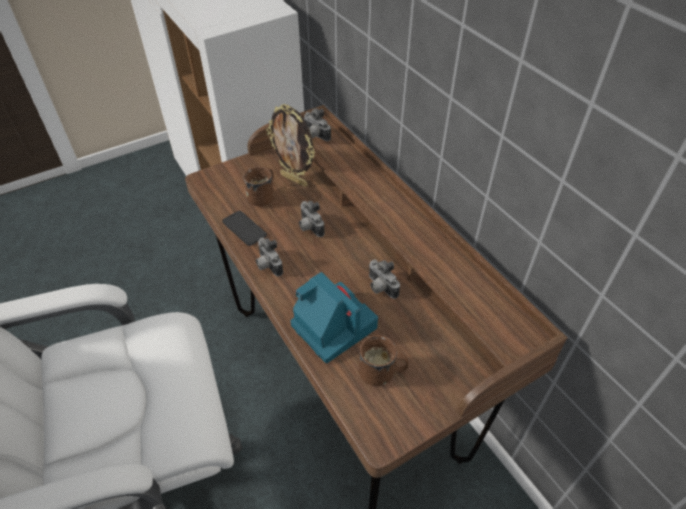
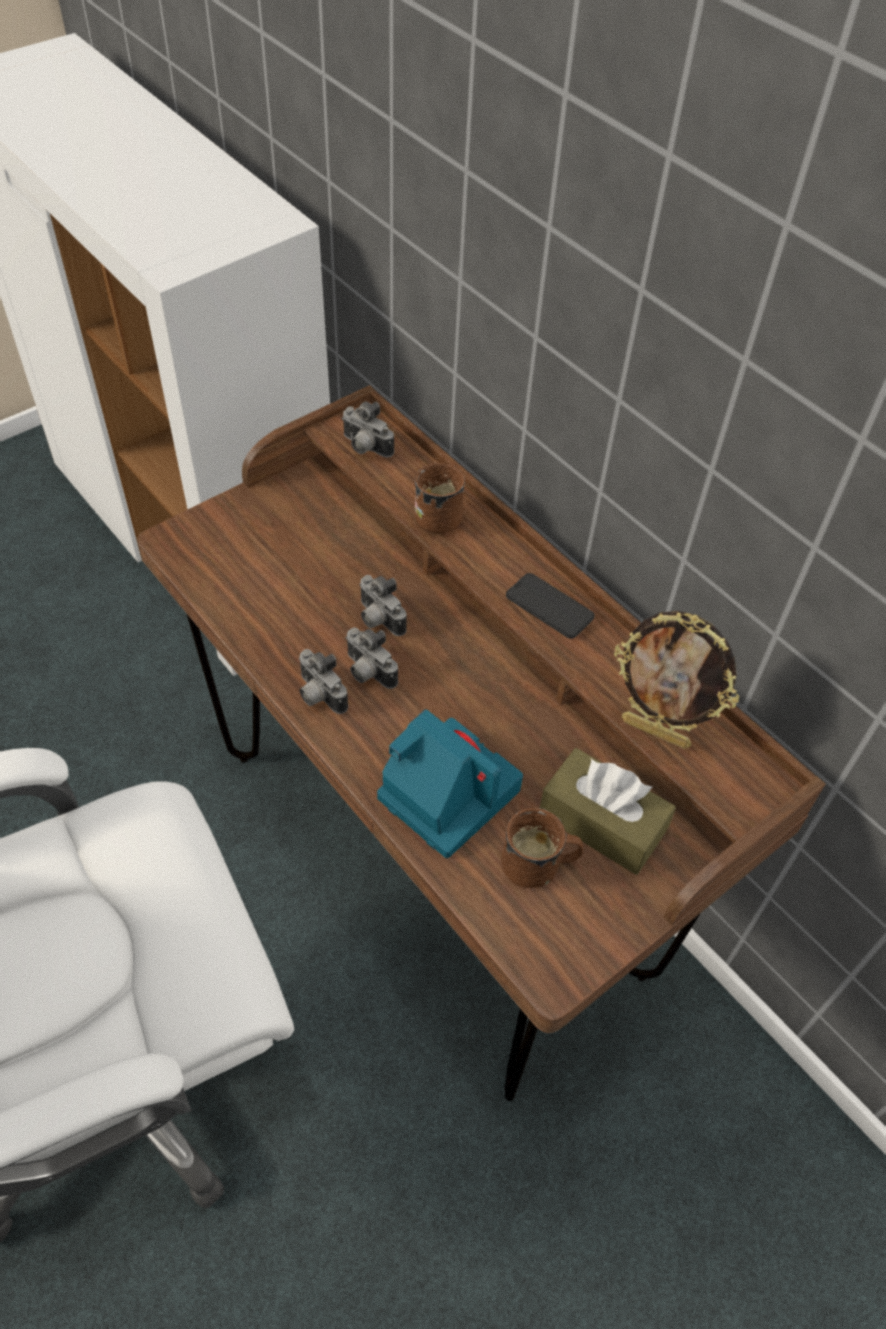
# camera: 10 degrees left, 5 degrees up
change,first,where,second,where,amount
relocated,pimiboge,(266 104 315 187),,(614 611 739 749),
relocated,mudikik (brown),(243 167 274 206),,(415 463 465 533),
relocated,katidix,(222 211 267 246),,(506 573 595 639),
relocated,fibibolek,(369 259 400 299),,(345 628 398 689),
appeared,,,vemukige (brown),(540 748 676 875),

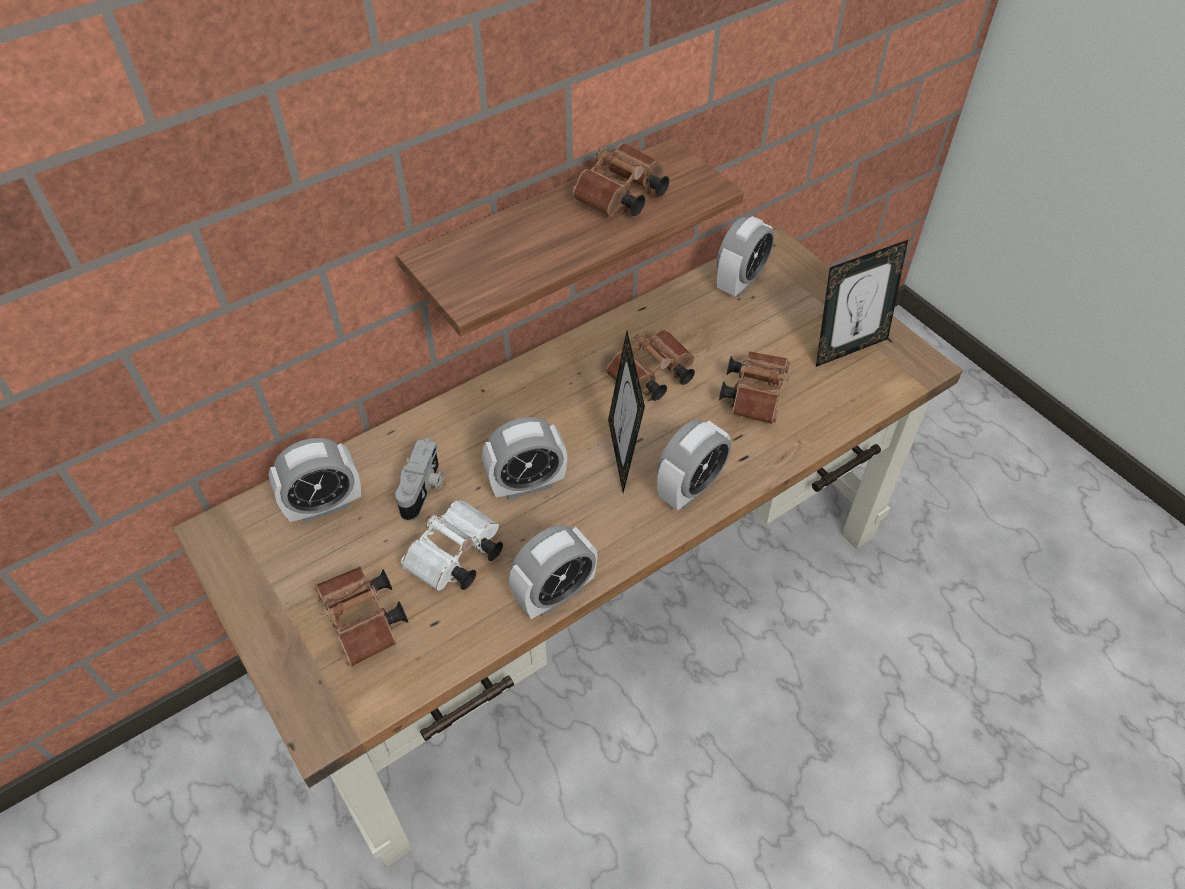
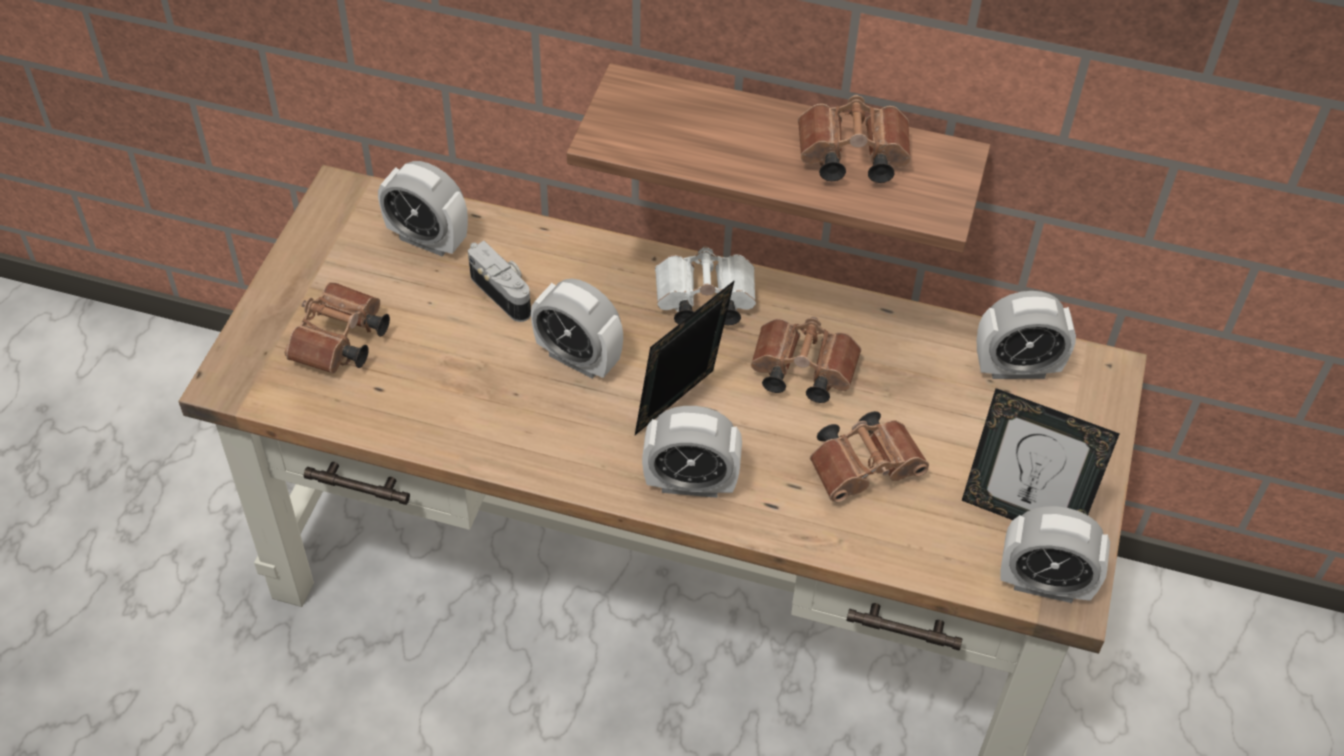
# camera: 50 degrees right, 0 degrees up
change,first,where,second,where,amount
spun,fibibolek,(395 437 444 521),,(468 241 531 322),105 degrees counterclockwise
relocated,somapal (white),(401 501 503 591),,(655 246 756 325),
relocated,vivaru,(509 525 597 619),,(1000 506 1110 603),

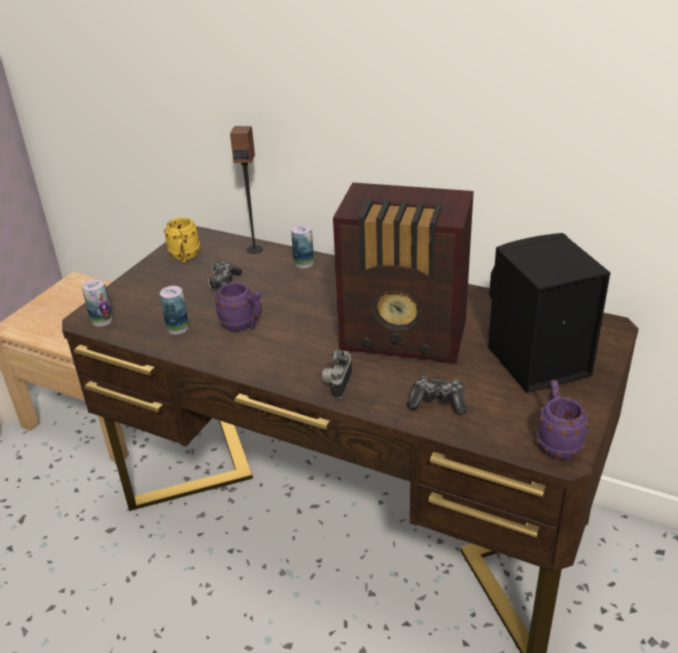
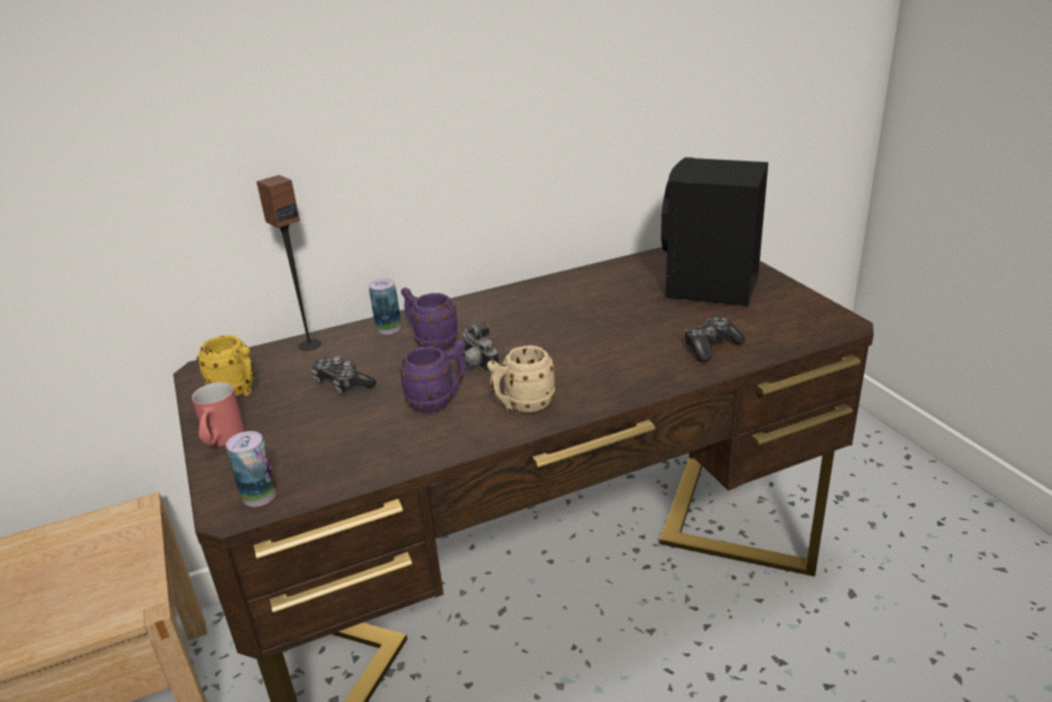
# camera: 50 degrees left, 5 degrees down
change,first,where,second,where,amount
missing,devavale,(333 182 474 364),,,
missing,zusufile,(160 286 189 334),,,
relocated,fibibolek,(322 350 352 399),,(463 322 499 374),
relocated,mudikik (purple),(537 380 589 459),,(401 288 458 350),
appeared,,,mudikik (beige),(487 345 555 413),
appeared,,,mudikik (red),(192 382 245 446),

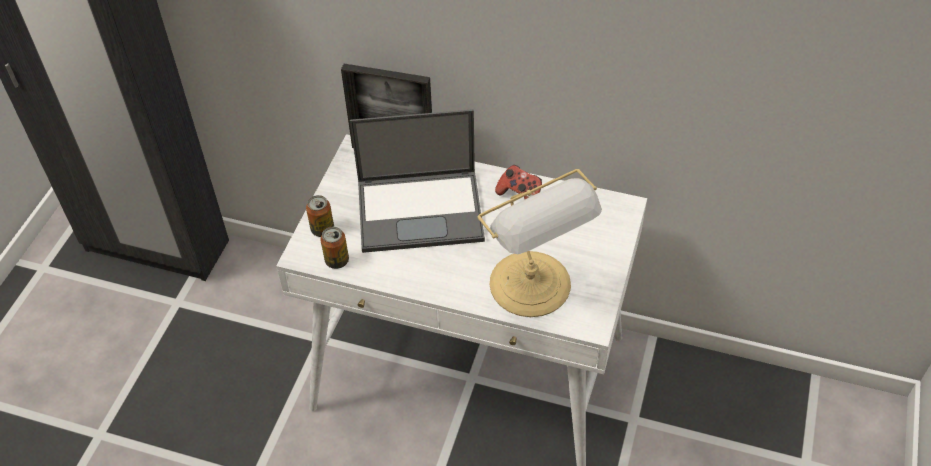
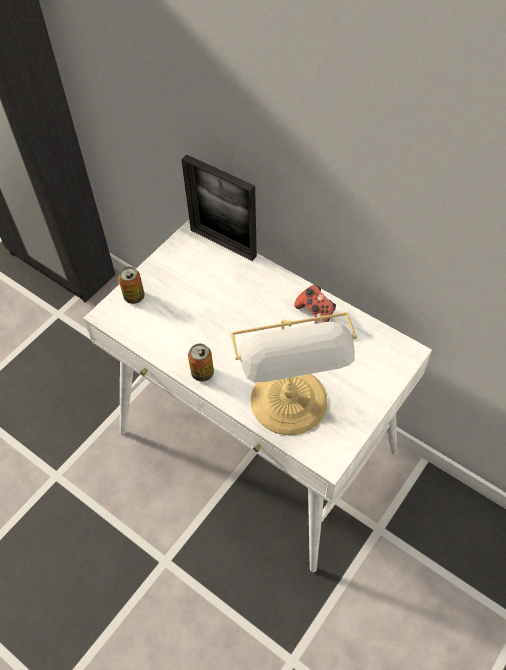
# camera: 20 degrees right, 5 degrees up
change,first,where,second,where,amount
missing,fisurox,(350 109 485 253),,,
relocated,zusufile,(320 227 349 269),,(188 344 214 381),

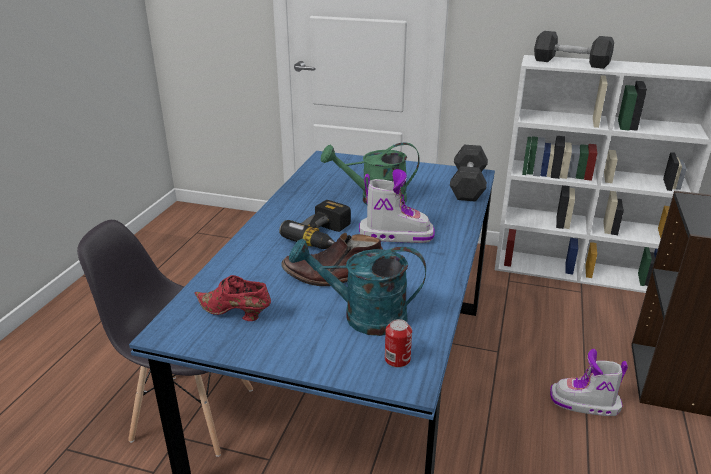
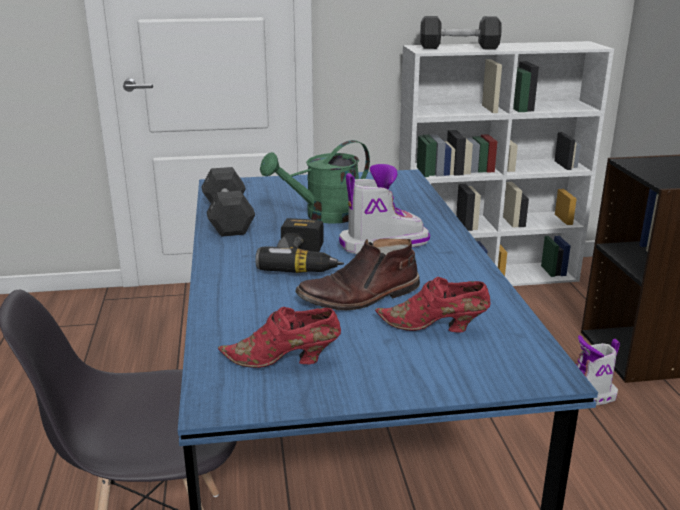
# camera: 25 degrees left, 5 degrees down
change,first,where,second,where,amount
relocated,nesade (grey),(450 145 488 202),,(202 167 255 237),
exchanged,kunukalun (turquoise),(289 238 426 336),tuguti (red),(375 277 491 333),
missing,zusufile,(385 319 412 368),,,

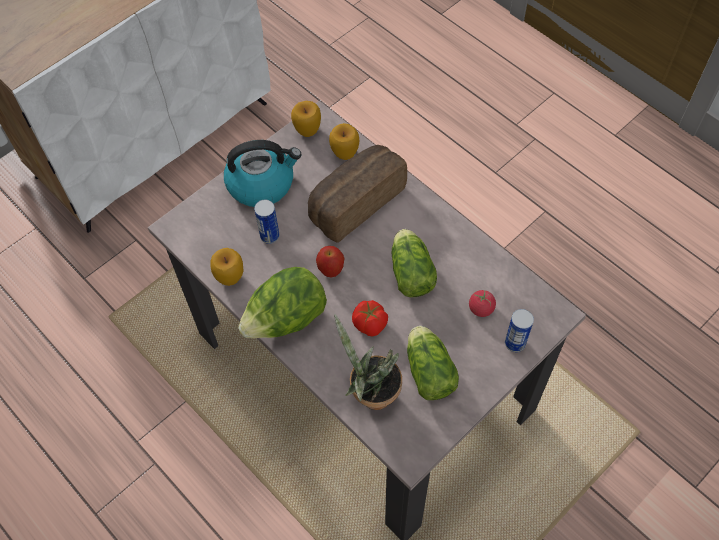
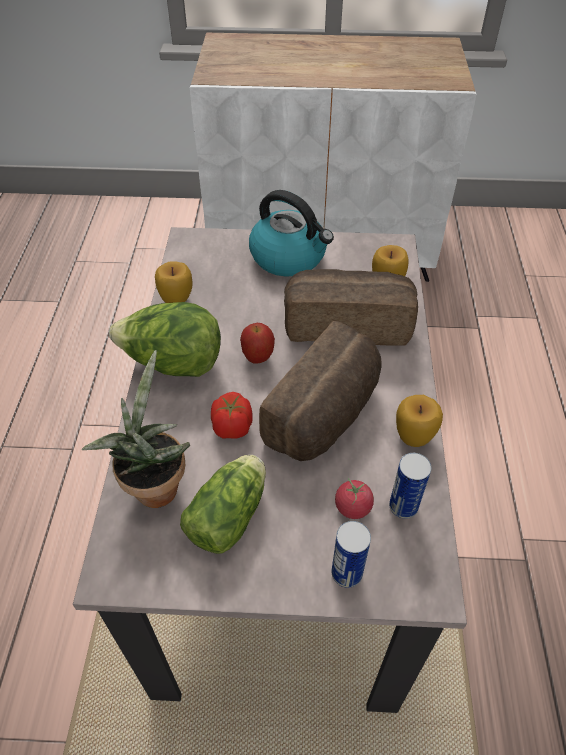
# camera: 45 degrees right, 10 degrees down
change,first,where,second,where,amount
relocated,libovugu,(291 101 321 137),,(396 395 443 447),
relocated,zusufile,(254 199 280 244),,(389 453 431 519),
exchanged,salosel,(392 229 437 297),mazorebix,(259 321 382 461),

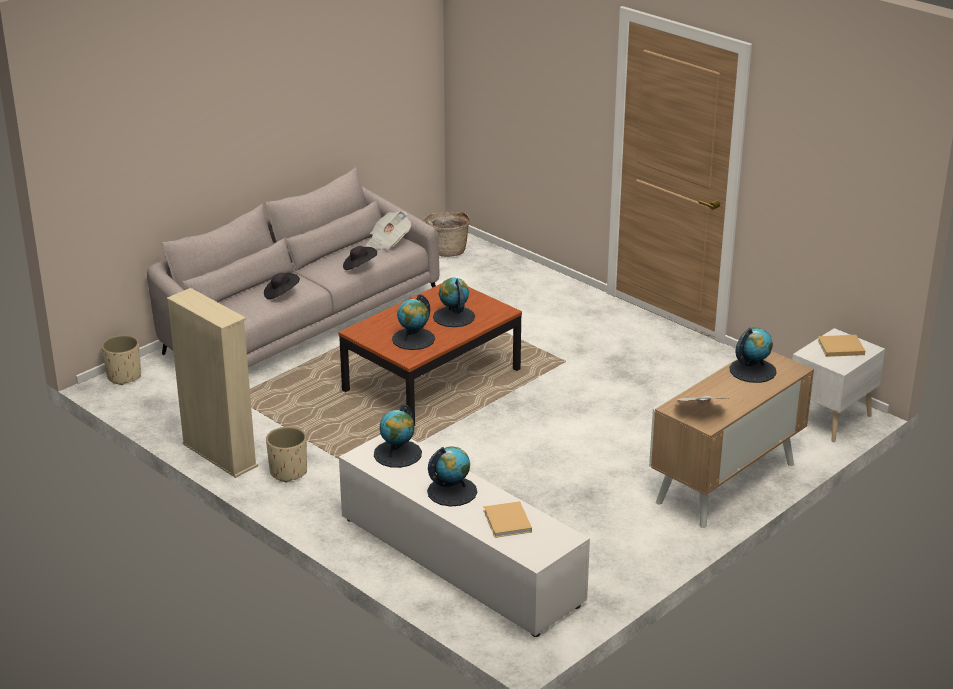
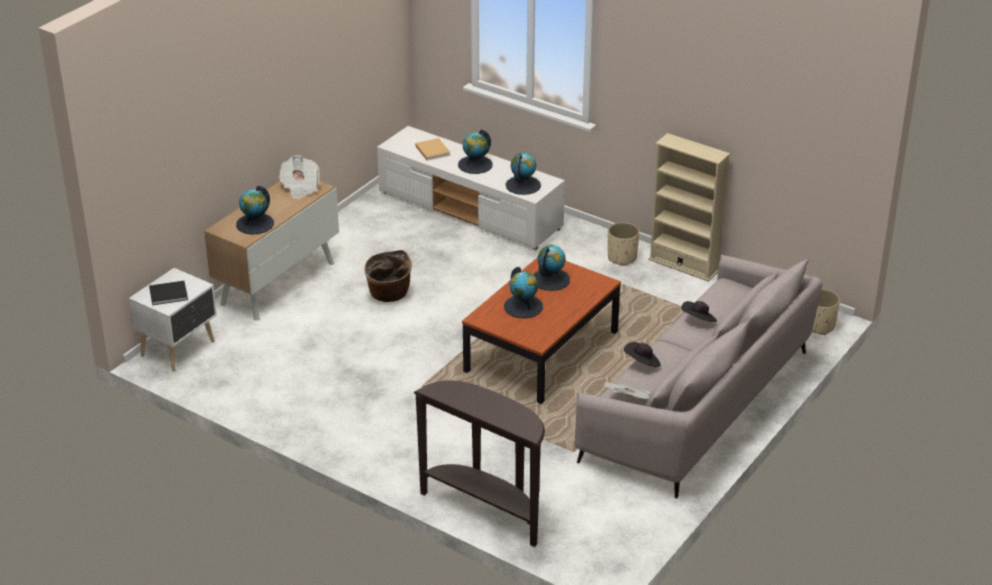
# camera: 170 degrees right, 5 degrees up
change,first,where,second,where,amount
relocated,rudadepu,(423 212 470 257),,(364 250 412 302),
colour,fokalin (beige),(817 335 865 357),fokalin (black),(149 281 188 305),
appeared,,,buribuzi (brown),(413 380 545 547),

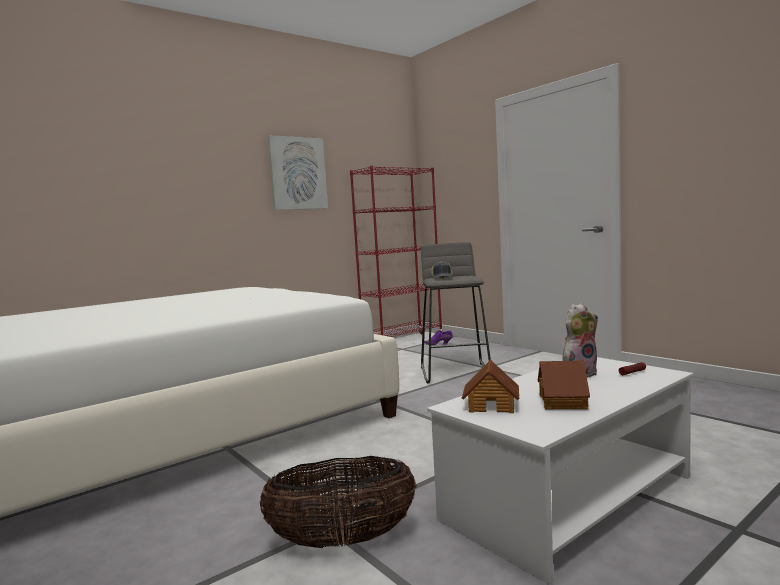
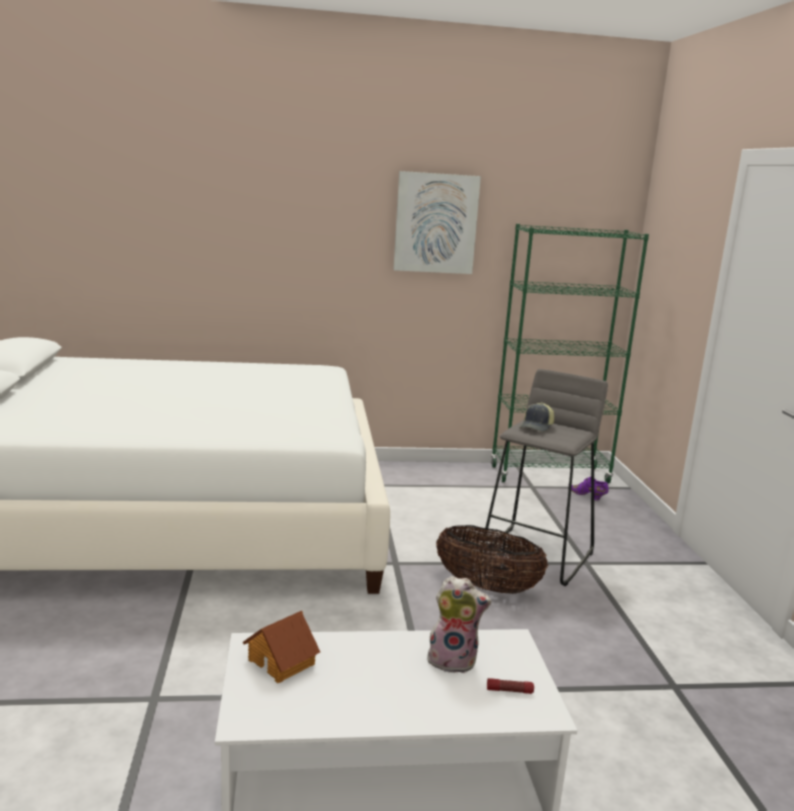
# camera: 30 degrees right, 10 degrees up
change,first,where,second,where,amount
colour,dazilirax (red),(350 166 443 337),dazilirax (green),(490 224 649 484),
missing,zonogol,(538 360 590 410),,,
relocated,rudadepu,(260 456 416 548),,(436 525 548 594),

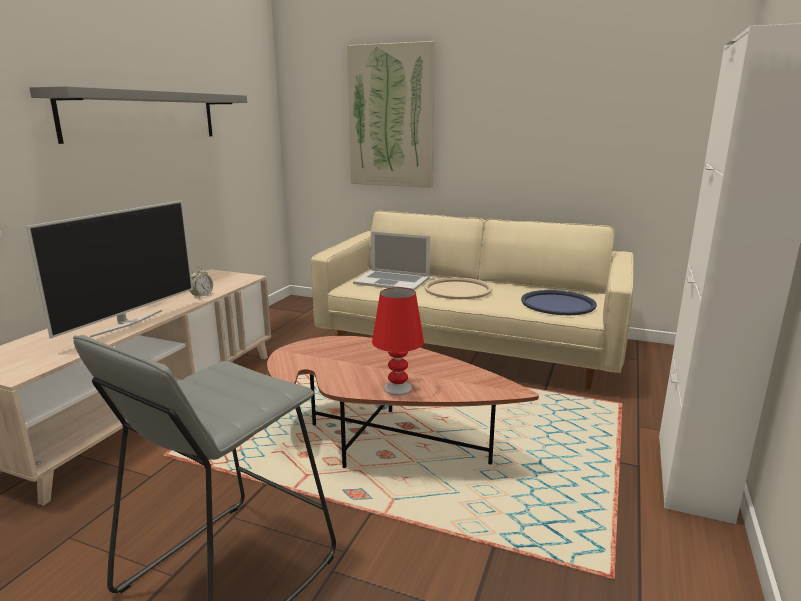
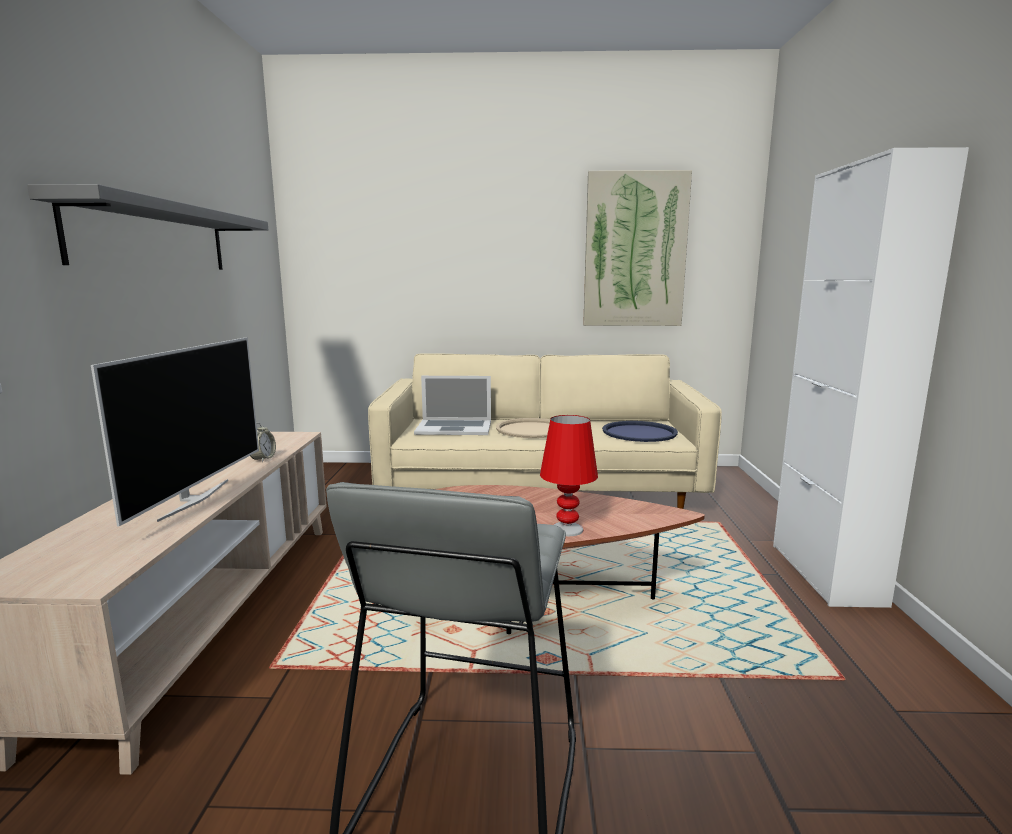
# camera: 20 degrees left, 5 degrees down
change,first,where,second,where,amount
relocated,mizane,(347 41 435 188),,(583 170 692 326),

